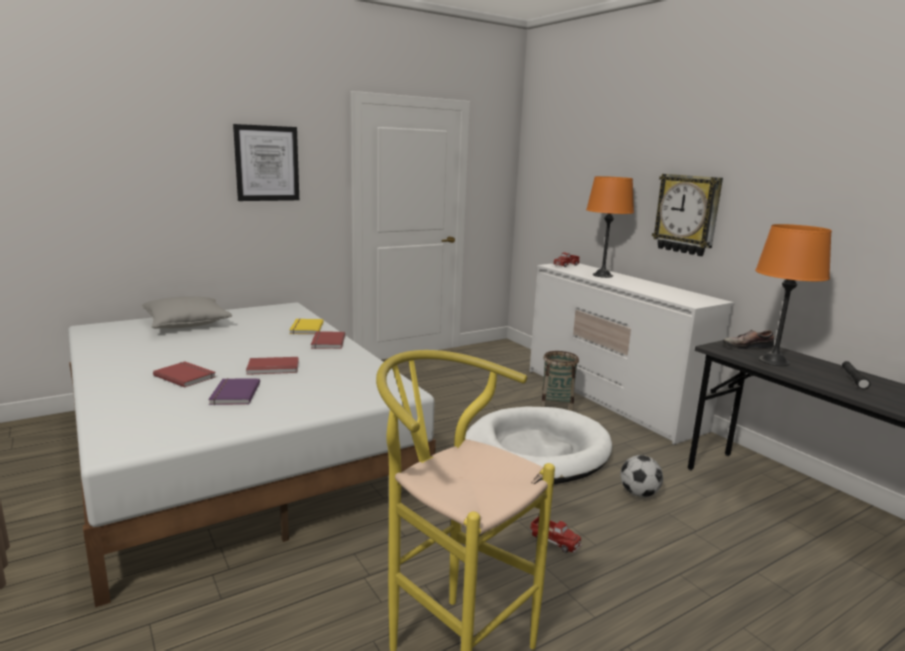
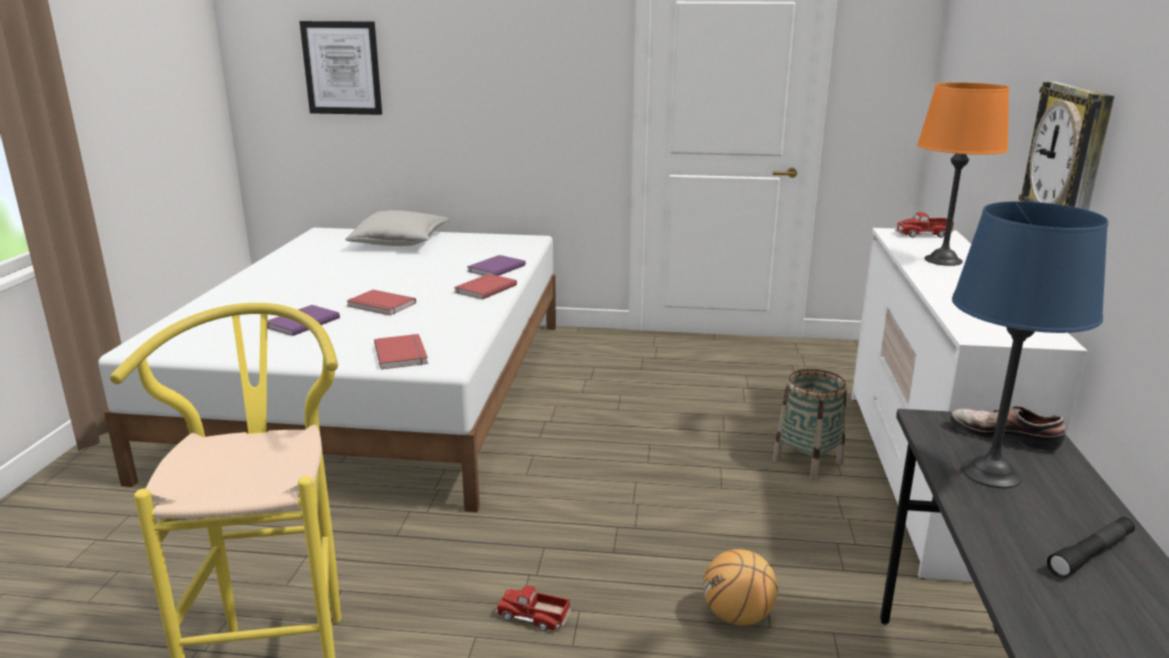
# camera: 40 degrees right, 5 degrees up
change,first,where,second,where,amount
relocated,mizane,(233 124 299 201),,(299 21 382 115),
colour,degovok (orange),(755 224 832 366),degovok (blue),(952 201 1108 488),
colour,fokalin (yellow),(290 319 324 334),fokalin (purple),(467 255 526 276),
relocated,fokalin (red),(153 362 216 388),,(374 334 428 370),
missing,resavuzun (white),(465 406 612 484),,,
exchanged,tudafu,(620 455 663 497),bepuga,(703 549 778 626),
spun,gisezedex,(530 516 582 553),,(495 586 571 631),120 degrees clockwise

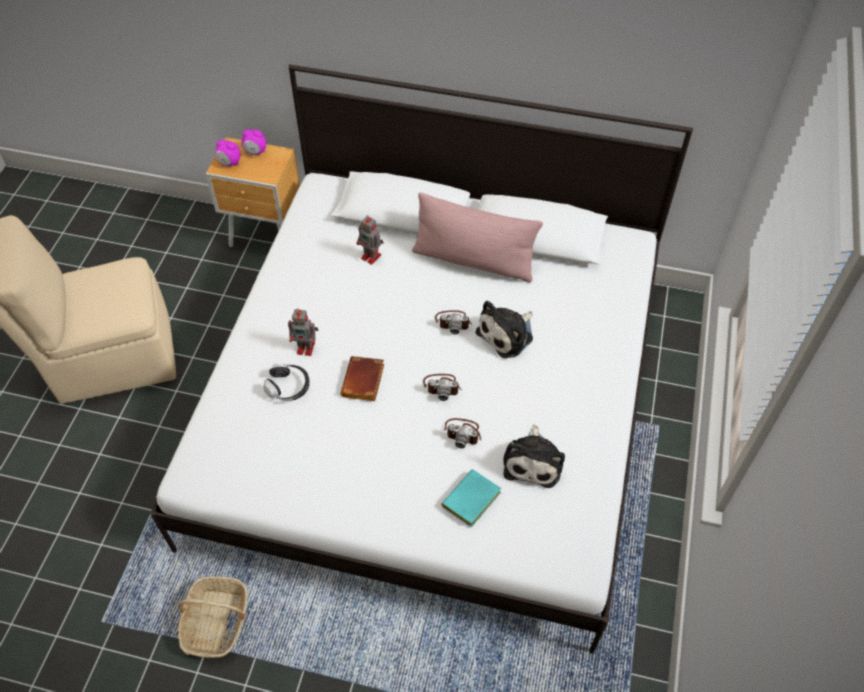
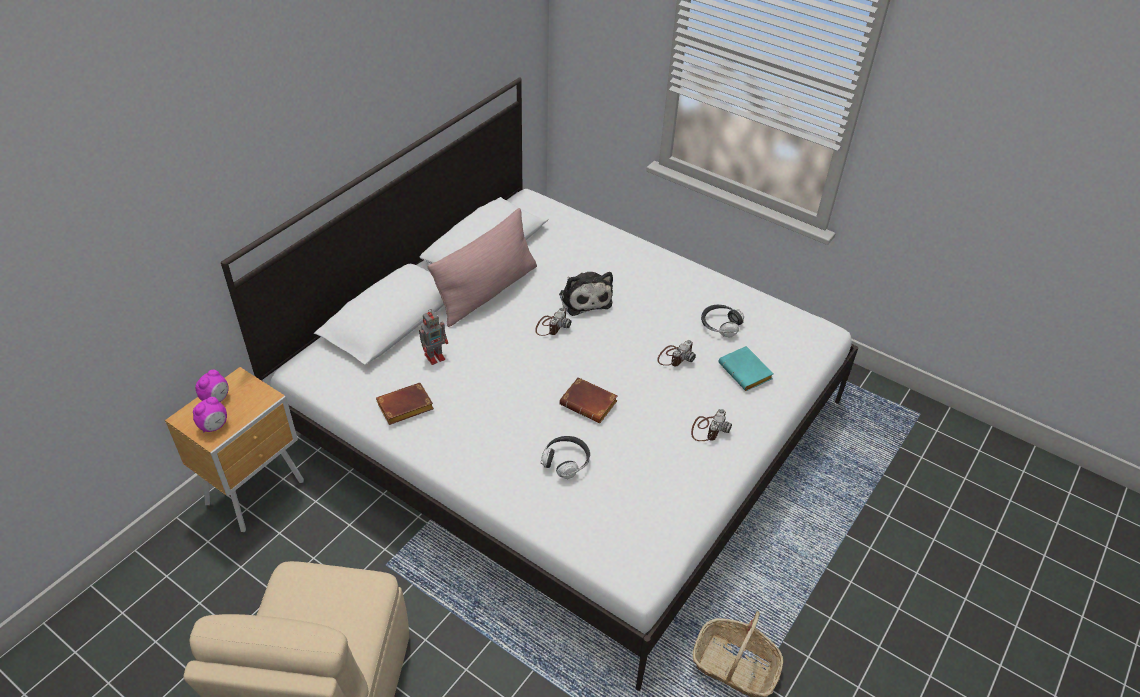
# camera: 70 degrees left, 10 degrees down
change,first,where,second,where,amount
missing,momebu,(288 309 318 356),,,
relocated,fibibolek,(423 374 462 401),,(691 409 732 441),
exchanged,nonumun,(503 424 565 488),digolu,(701 305 744 337),
appeared,,,fokalin (brown),(376 383 434 425),

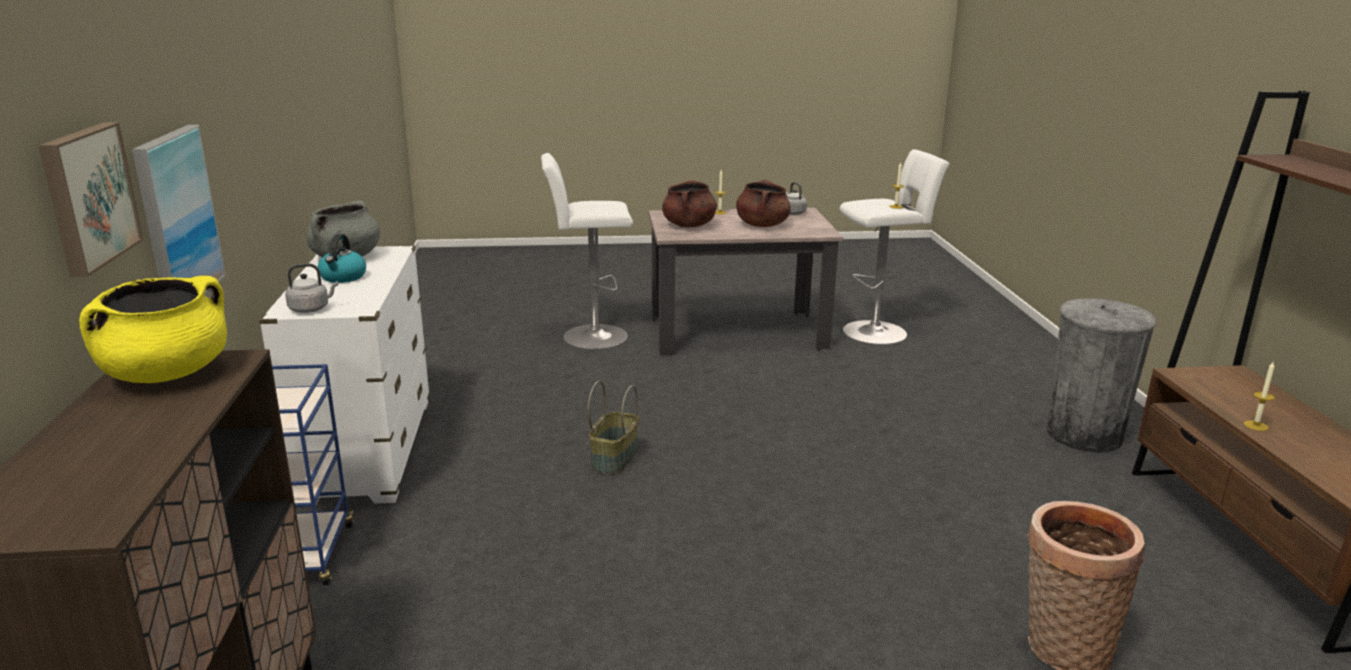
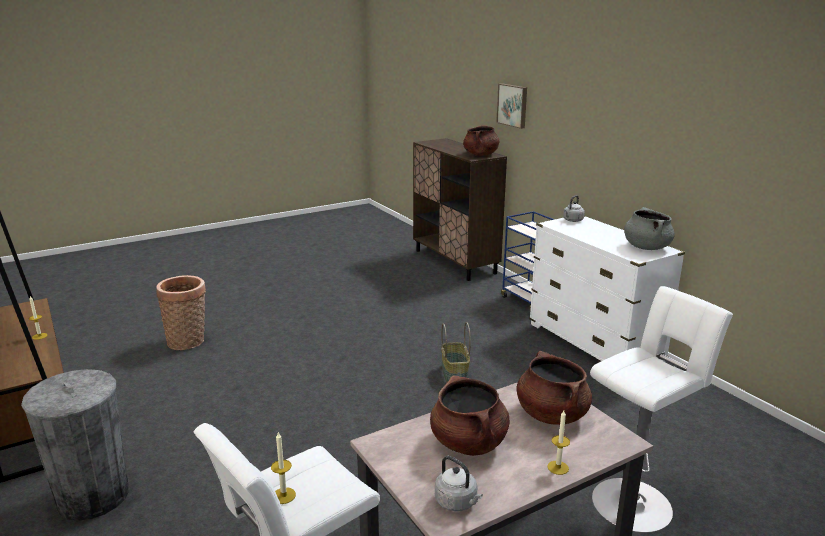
# camera: 155 degrees right, 0 degrees up
change,first,where,second,where,amount
missing,mizane,(132 125 226 295),,,
missing,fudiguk,(318 234 366 283),,,
colour,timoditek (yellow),(79 276 227 383),timoditek (brown),(463 125 499 156),

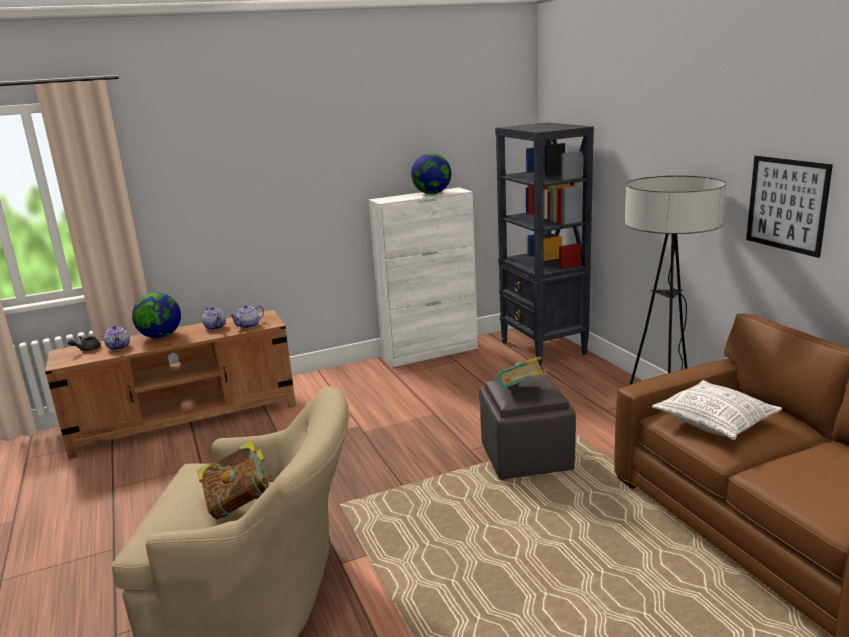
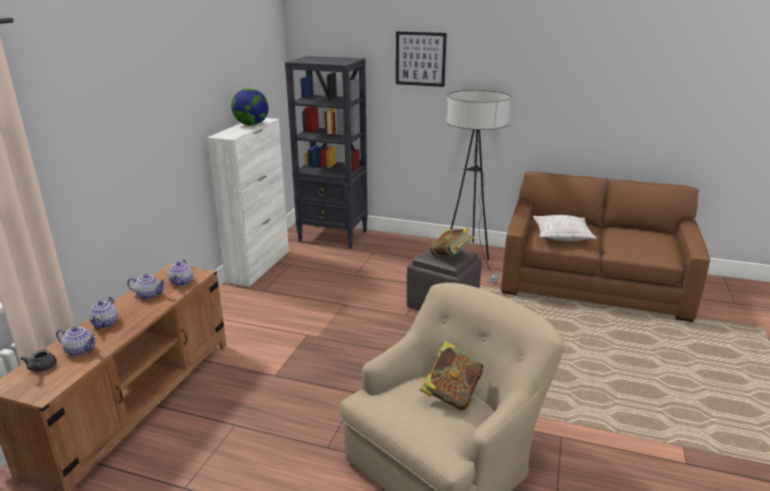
# camera: 50 degrees left, 5 degrees up
change,first,where,second,where,amount
relocated,mizane,(746 156 833 258),,(396 31 447 87),
exchanged,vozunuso,(132 293 181 338),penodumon,(89 297 118 328),

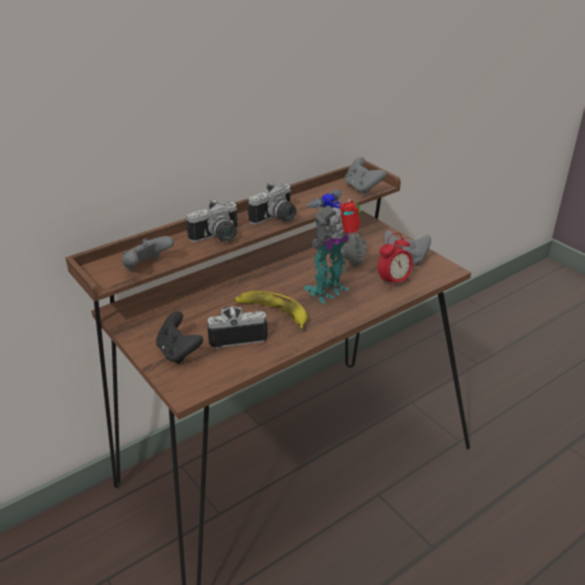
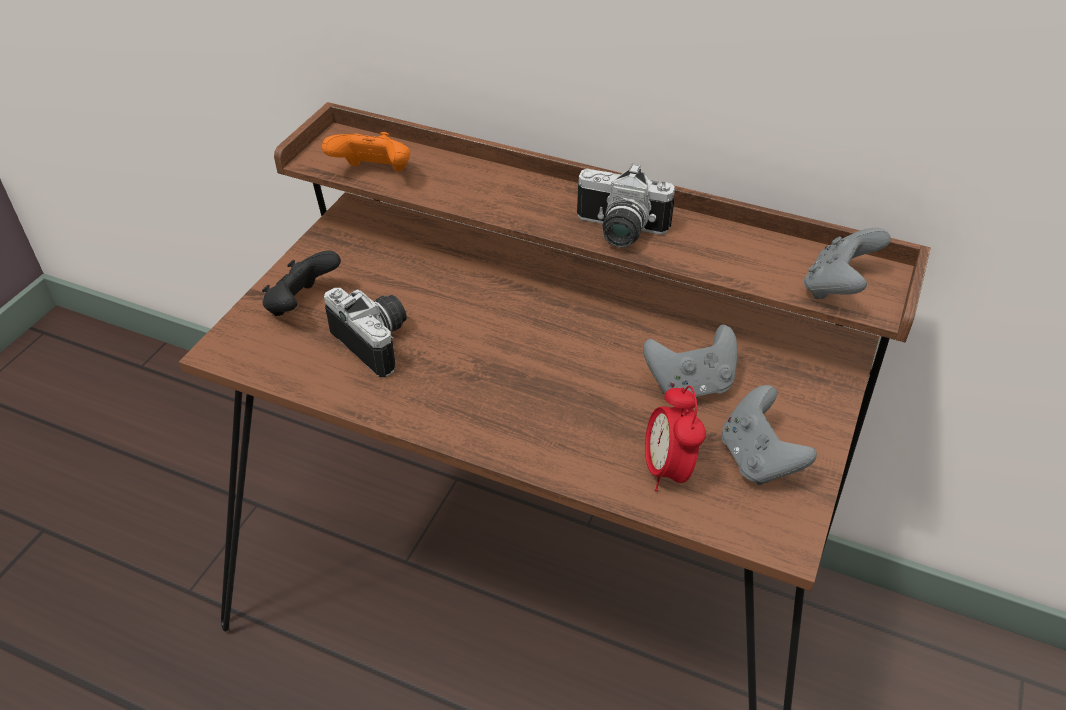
# camera: 60 degrees right, 10 degrees up
change,first,where,second,where,amount
missing,momebu,(303 190 361 304),,,
missing,fibibolek,(186 199 238 242),,,
spun,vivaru,(378 233 413 289),,(645 386 706 492),60 degrees clockwise
colour,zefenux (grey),(122 236 174 271),zefenux (orange),(322 132 410 172),
missing,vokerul,(234 291 308 330),,,

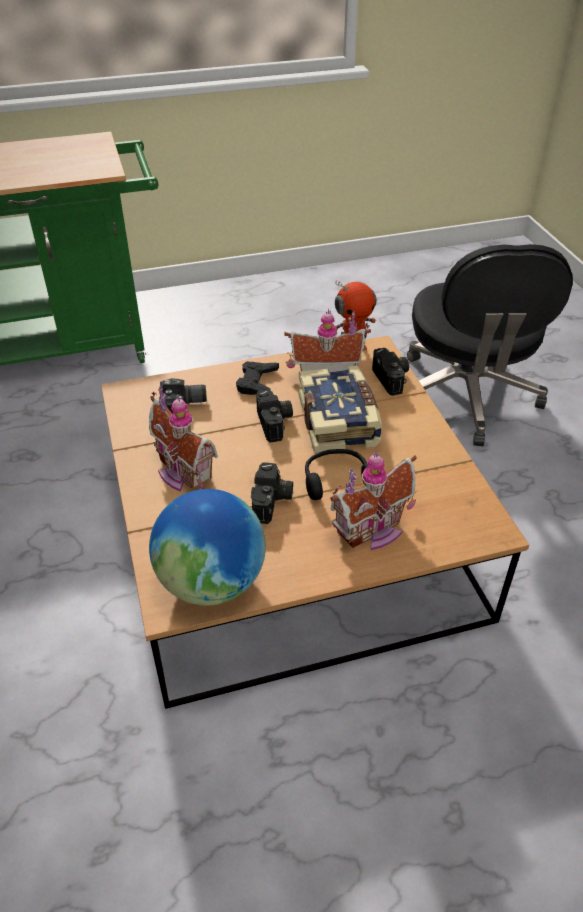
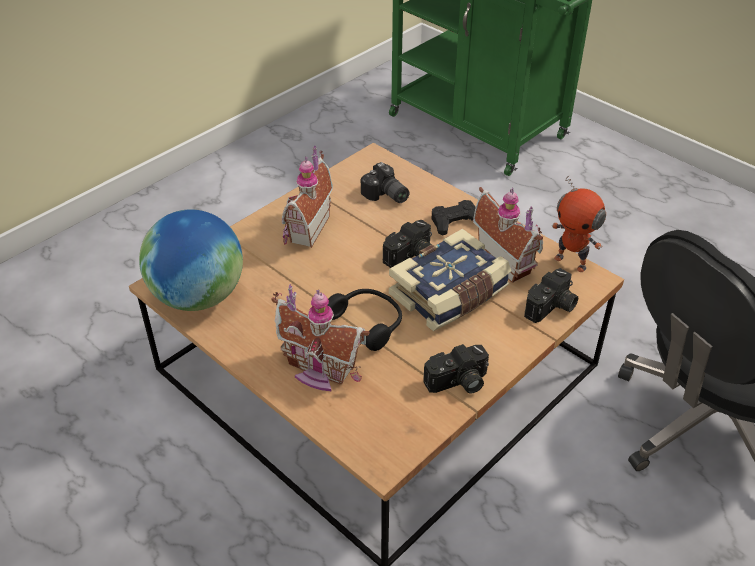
# camera: 60 degrees right, 0 degrees up
change,first,where,second,where,amount
relocated,fibibolek,(251 462 293 524),,(423 344 489 394),

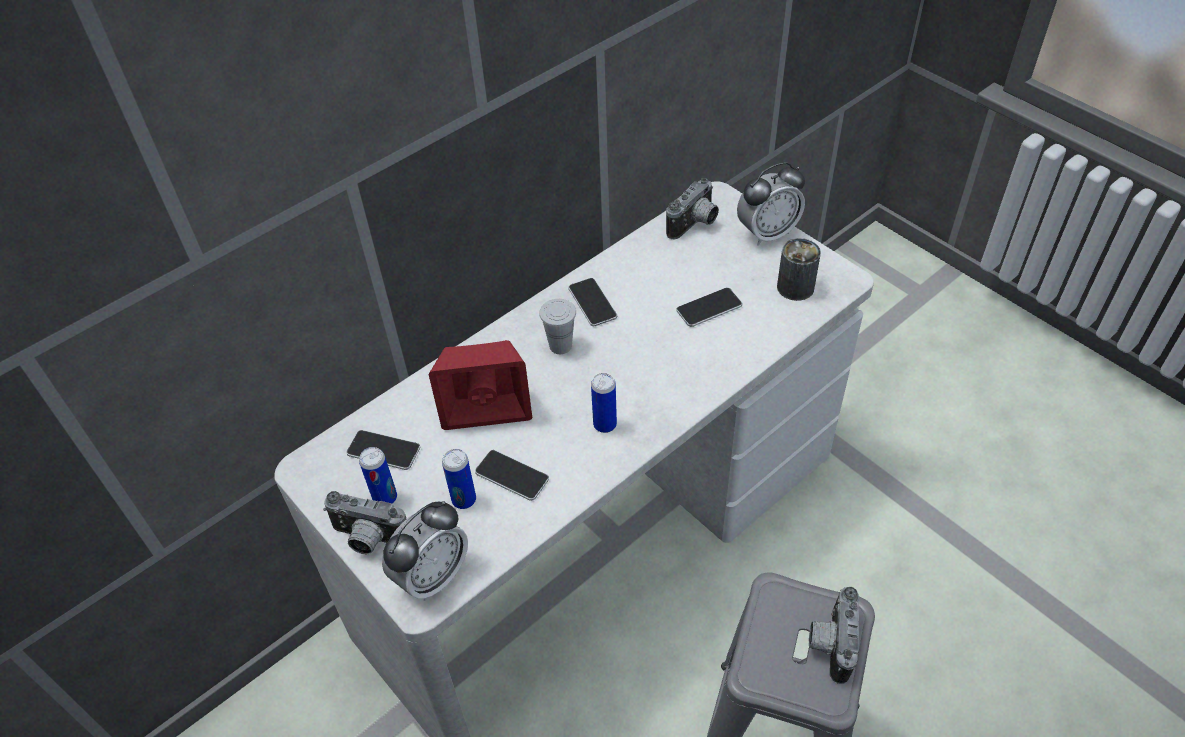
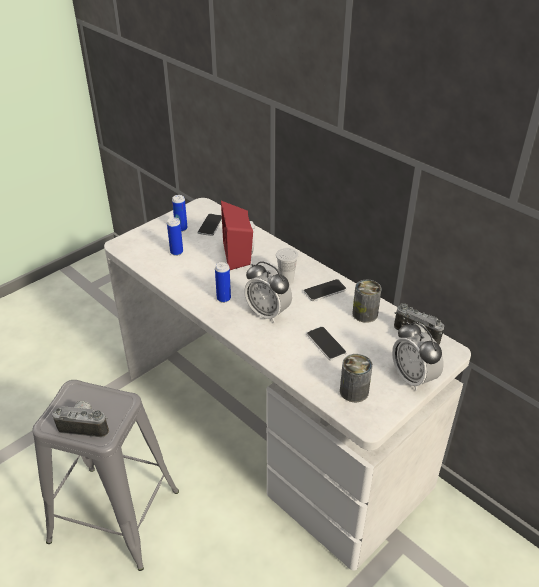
# camera: 85 degrees right, 10 degrees down
change,first,where,second,where,amount
missing,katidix,(475 450 549 501),,,
missing,fibibolek,(323 491 406 555),,,
relocated,vivaru,(382 501 468 601),,(244 261 292 323),
appeared,,,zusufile,(352 280 382 323),

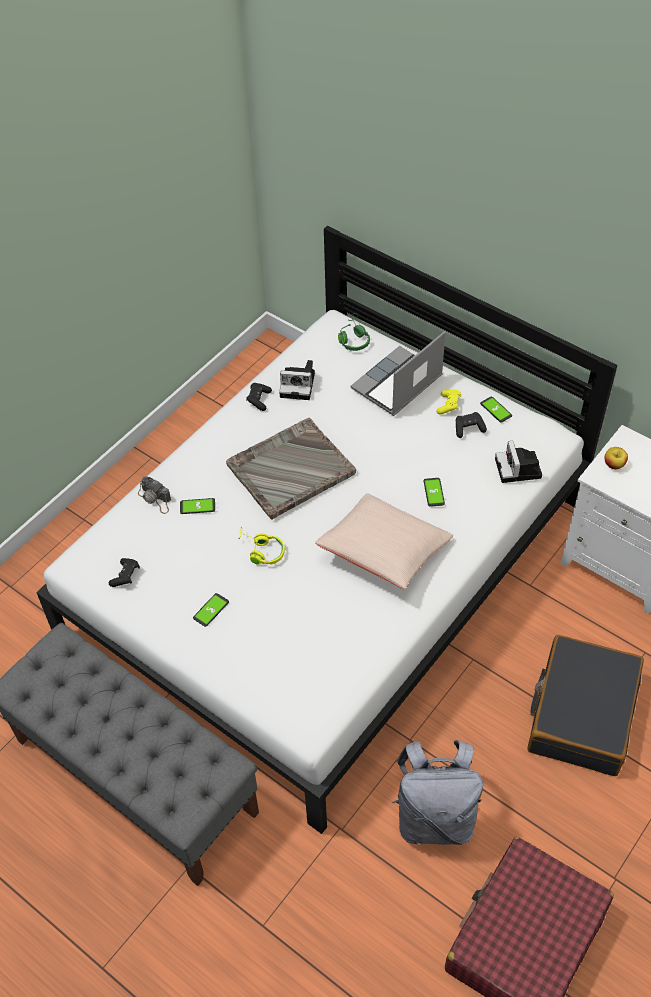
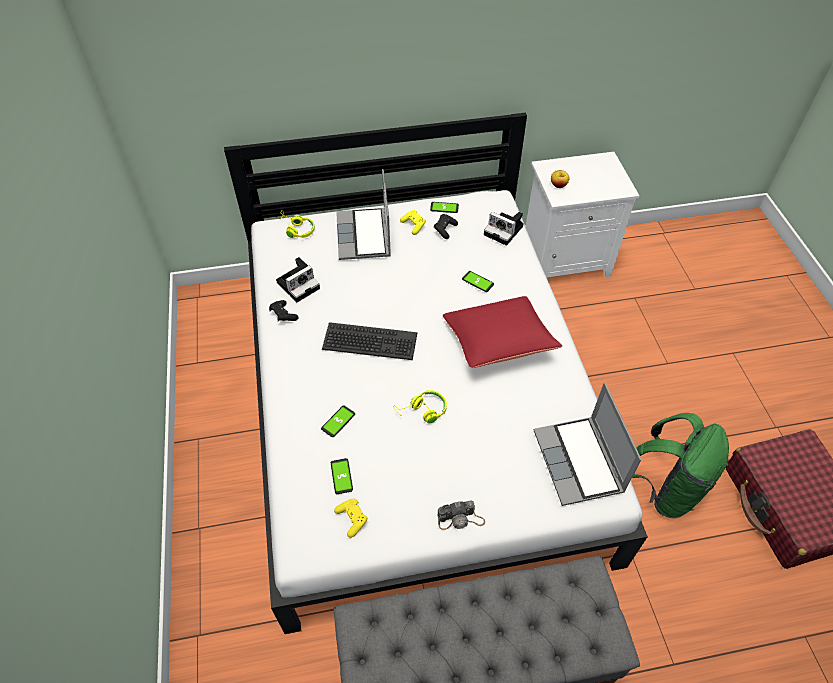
# camera: 50 degrees left, 0 degrees up
change,first,where,second,where,amount
colour,digolu (green),(338 313 370 351),digolu (yellow),(280 210 315 238),
exchanged,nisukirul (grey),(226 418 356 520),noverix,(322 322 417 360),
relocated,fibibolek,(138 476 171 514),,(437 501 485 530),
colour,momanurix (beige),(315 493 453 590),momanurix (red),(443 296 562 368),
colour,zefenux (black),(109 558 140 587),zefenux (yellow),(334 499 368 538),
relocated,katidix,(193 593 229 627),,(331 458 353 494),
missing,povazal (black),(527 635 644 776),,,
colour,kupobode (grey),(392 740 483 845),kupobode (green),(632 413 729 518),
appeared,,,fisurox,(534 383 642 506),

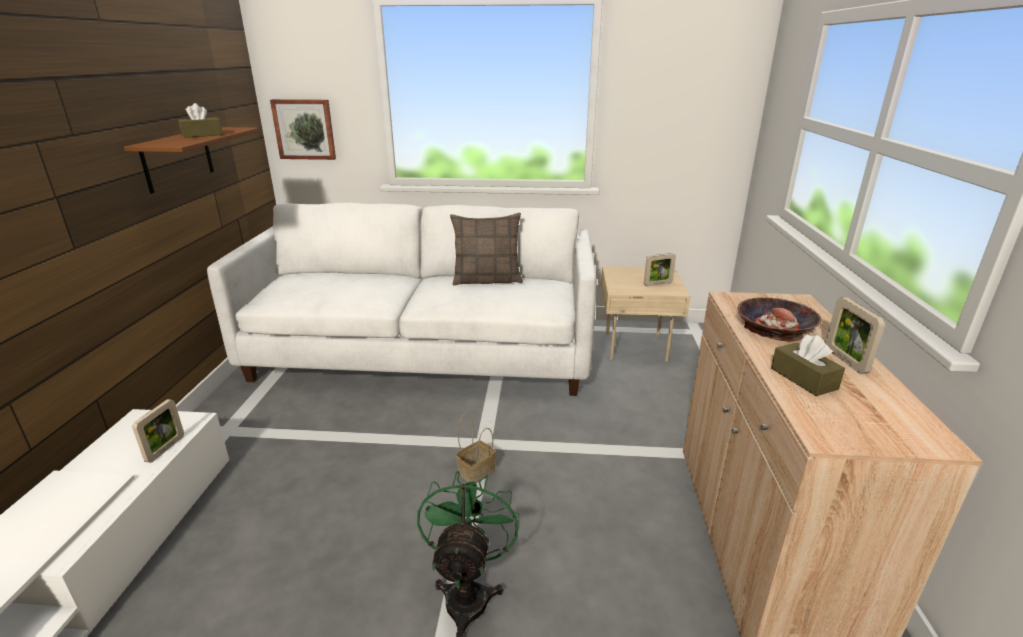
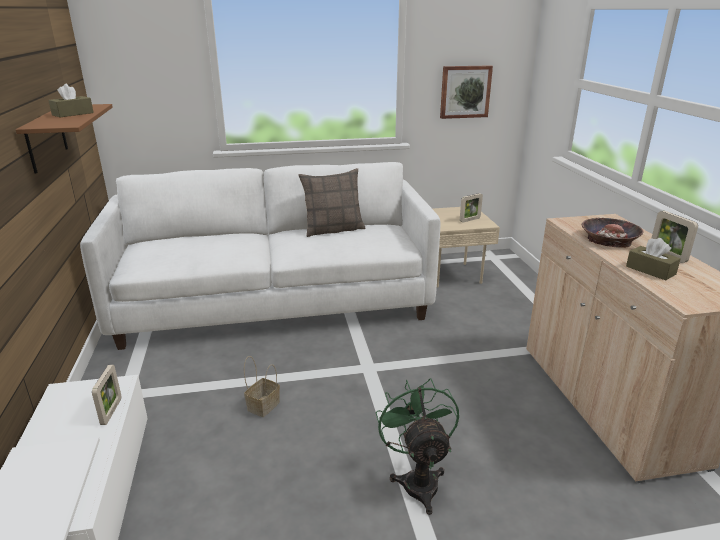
# camera: 15 degrees left, 0 degrees up
change,first,where,second,where,amount
relocated,mizane,(270 99 336 160),,(440 65 493 119),
relocated,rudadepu,(456 414 496 483),,(244 356 280 417),

